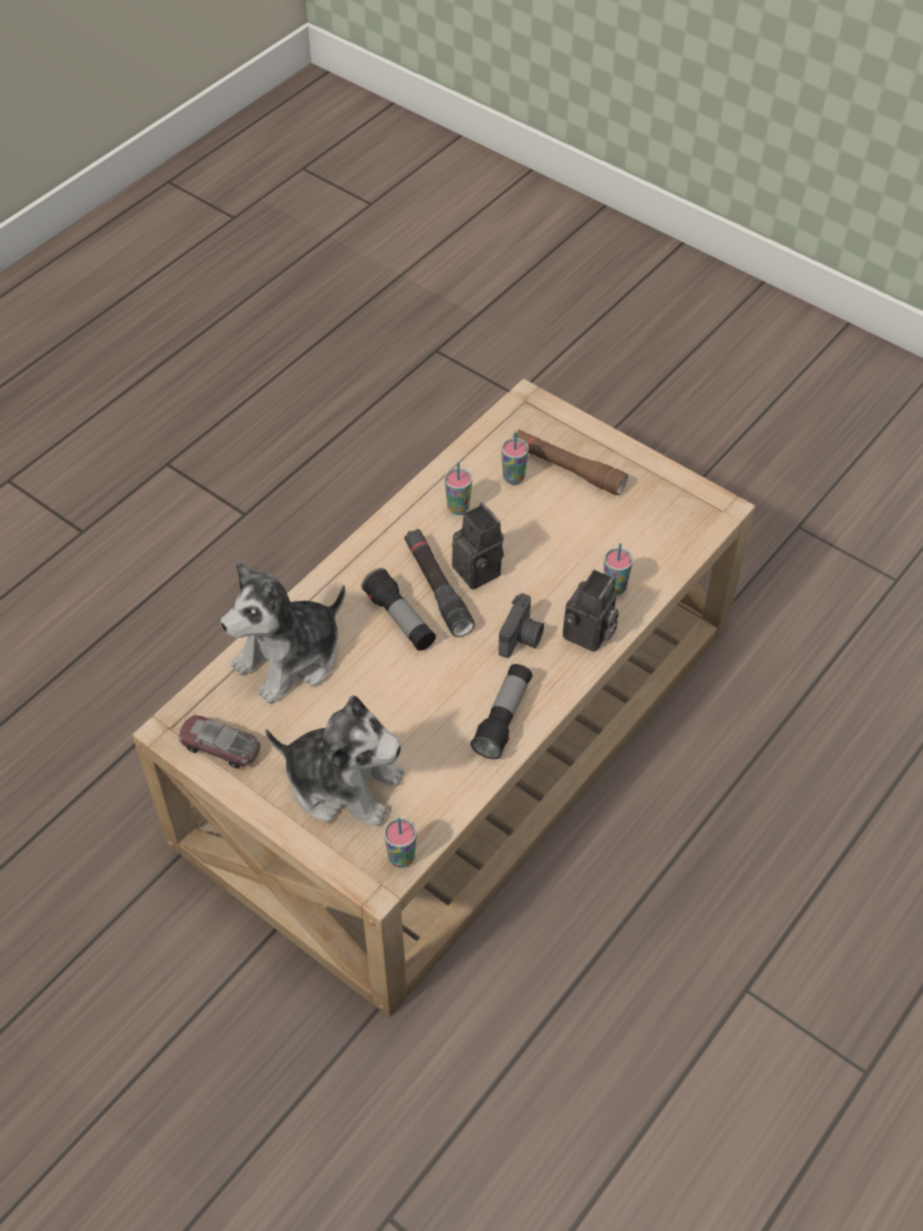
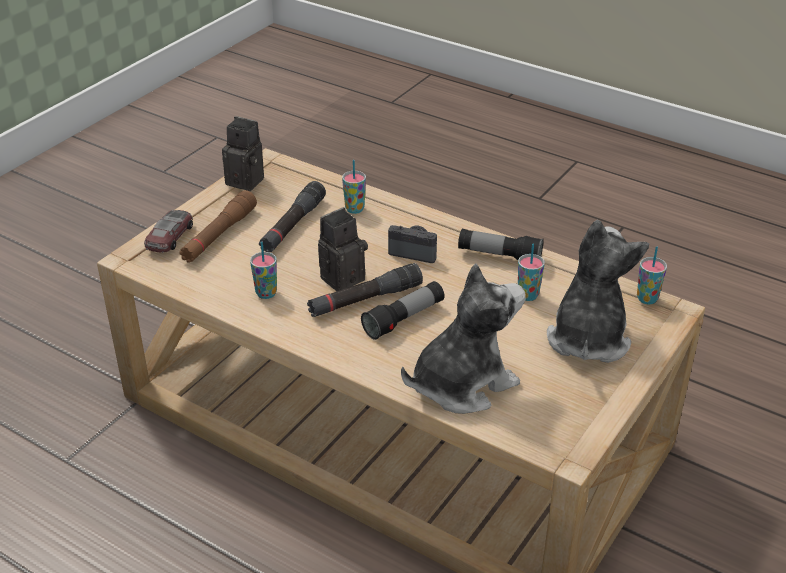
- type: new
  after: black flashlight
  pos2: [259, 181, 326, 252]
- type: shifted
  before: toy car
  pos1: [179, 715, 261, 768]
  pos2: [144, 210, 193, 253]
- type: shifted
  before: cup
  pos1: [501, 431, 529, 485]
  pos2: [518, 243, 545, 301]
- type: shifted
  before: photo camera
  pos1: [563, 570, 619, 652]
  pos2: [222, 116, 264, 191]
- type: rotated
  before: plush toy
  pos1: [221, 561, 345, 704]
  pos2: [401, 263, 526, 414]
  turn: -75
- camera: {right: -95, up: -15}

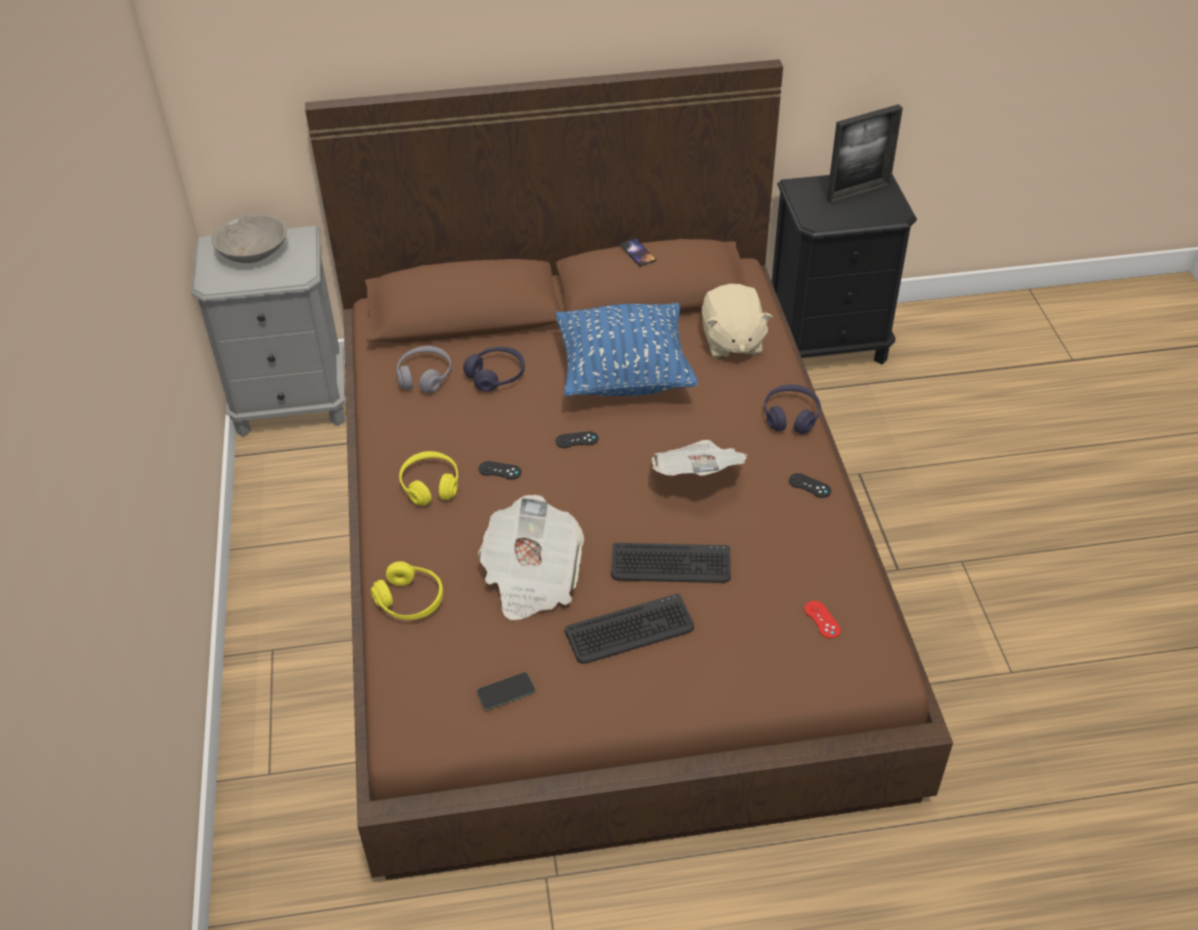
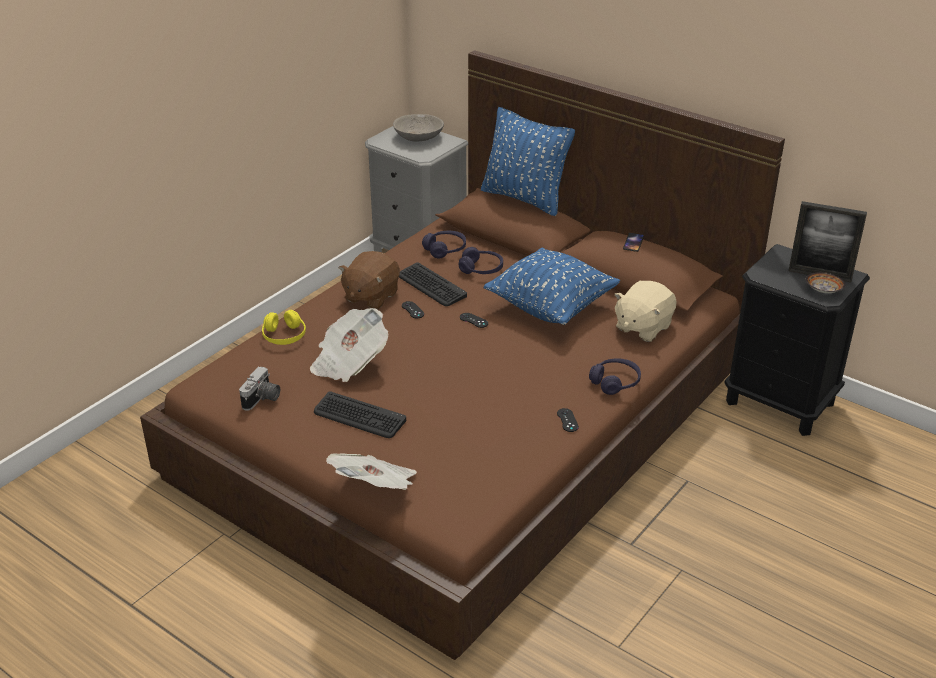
- type: gone
  before: red game controller
  pos1: [804, 601, 841, 638]
- type: new
  after: blue pillow
  pos2: [481, 107, 575, 216]
- type: new
  after: bowl
  pos2: [805, 272, 846, 293]
- type: shifted
  before: keyboard
  pos1: [611, 543, 731, 583]
  pos2: [399, 262, 467, 306]
- type: shifted
  before: newspaper
  pos1: [652, 440, 747, 476]
  pos2: [326, 453, 417, 490]
- type: swapped
  before: yellow headphones
  after: brown plush toy
  pos1: [399, 451, 458, 506]
  pos2: [338, 251, 400, 309]
- type: swapped
  before: phone
  after: photo camera
  pos1: [477, 672, 535, 710]
  pos2: [239, 367, 280, 411]
- type: repainted
  before: grey headphones
  after: purple headphones
  pos1: [397, 346, 451, 393]
  pos2: [422, 231, 466, 258]
- camera: {right: 45, up: -10}

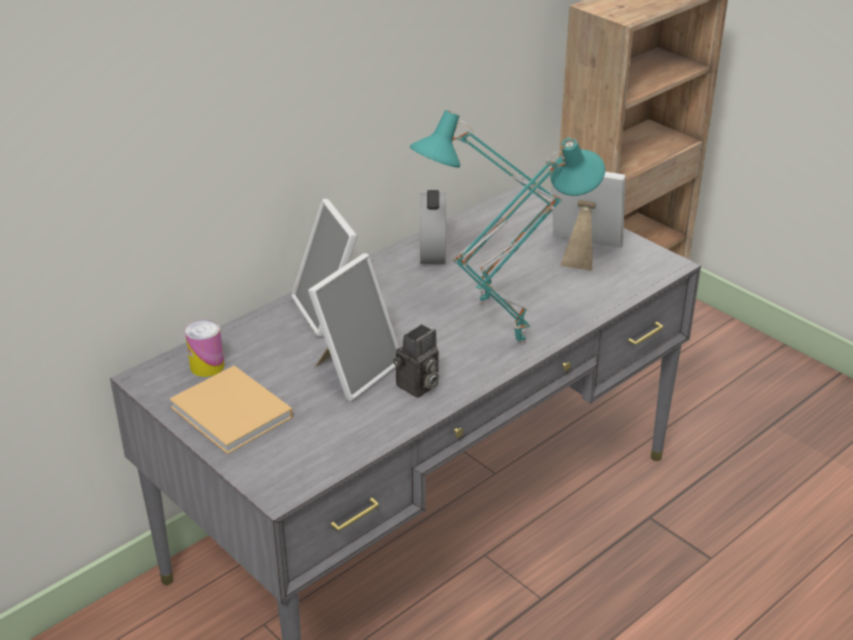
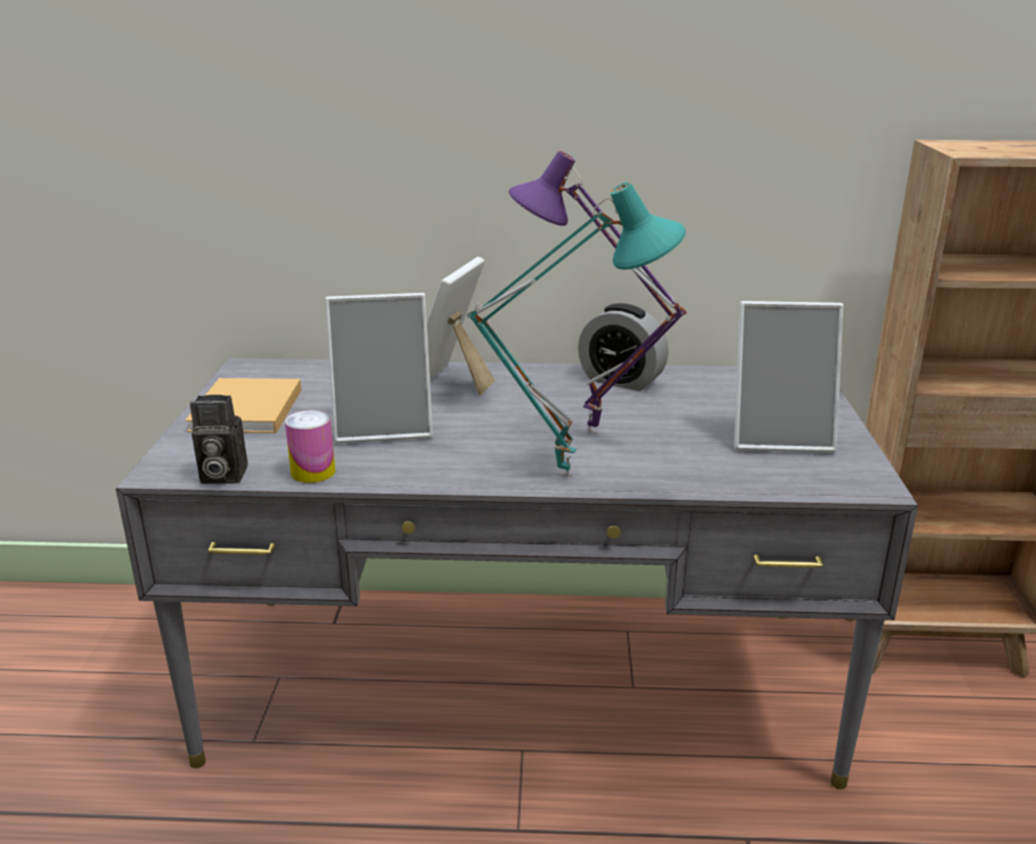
- type: shifted
  before: can
  pos1: [185, 319, 225, 377]
  pos2: [285, 410, 336, 483]
- type: shifted
  before: photo camera
  pos1: [393, 324, 439, 398]
  pos2: [190, 395, 248, 484]
- type: repainted
  before: turquoise table lamp
  after: purple table lamp
  pos1: [410, 110, 562, 305]
  pos2: [509, 151, 687, 434]
- type: rotated
  before: alarm clock
  pos1: [420, 190, 446, 264]
  pos2: [578, 303, 669, 391]
  turn: -105
- type: rotated
  before: picture frame
  pos1: [551, 166, 625, 271]
  pos2: [734, 301, 843, 453]
  turn: 120
- camera: {right: 45, up: -10}

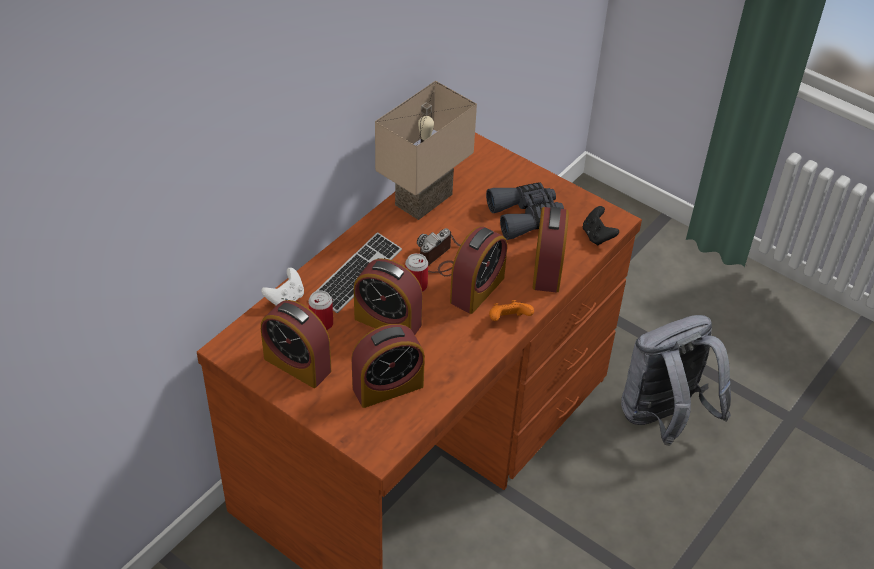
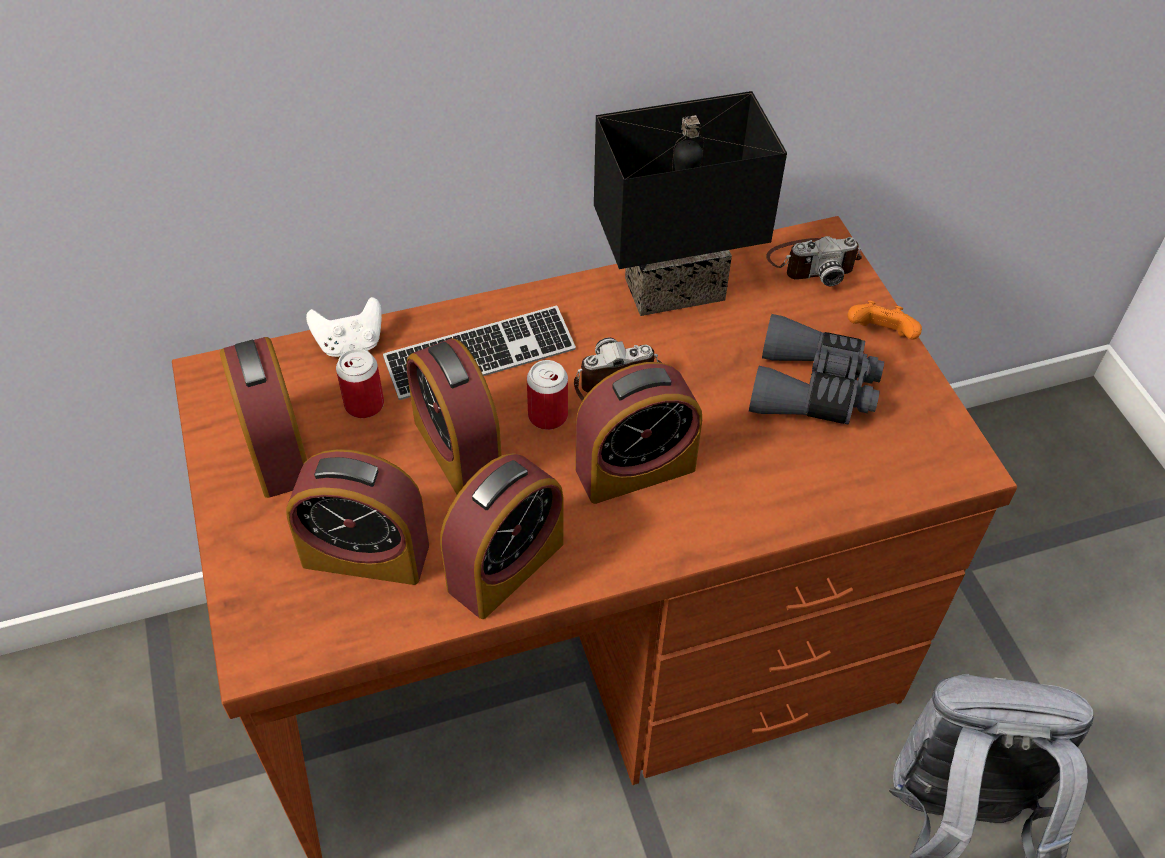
- type: gone
  before: black game controller
  pos1: [583, 206, 619, 246]
- type: new
  after: photo camera
  pos2: [766, 236, 862, 286]
- type: shifted
  before: orange game controller
  pos1: [489, 300, 534, 321]
  pos2: [847, 300, 922, 340]
- type: shifted
  before: alarm clock
  pos1: [533, 207, 569, 293]
  pos2: [440, 453, 564, 619]
- type: repainted
  before: beige table lamp
  after: black table lamp
  pos1: [375, 81, 477, 220]
  pos2: [594, 91, 787, 316]
- camera: {right: 35, up: 5}

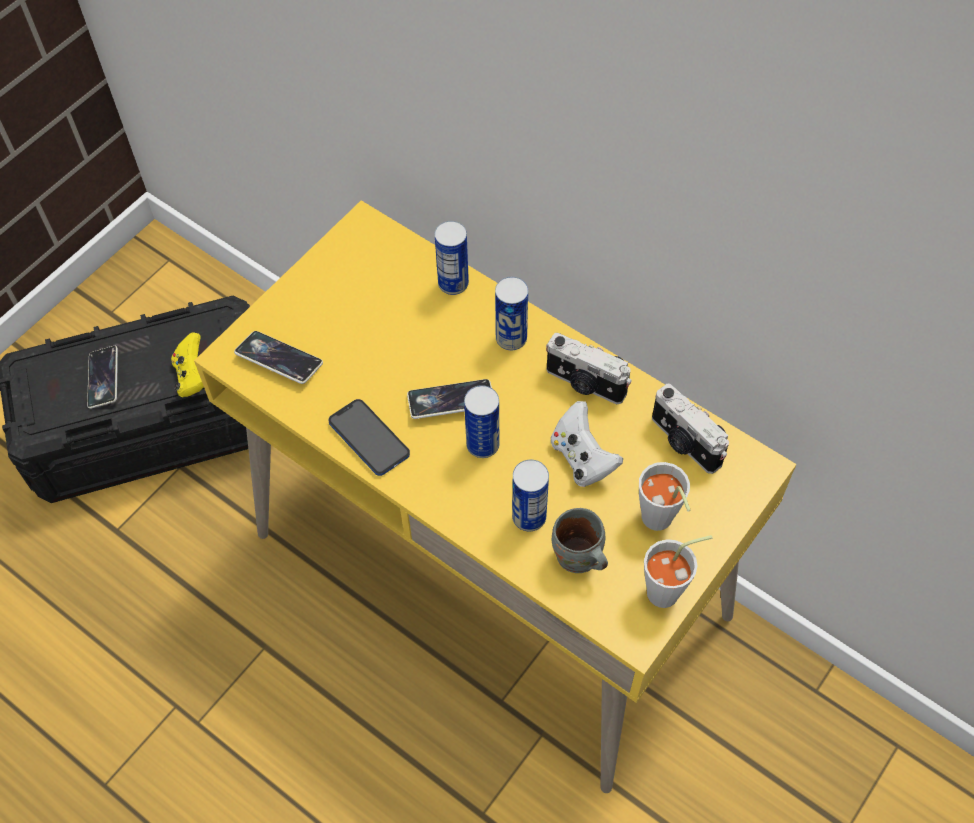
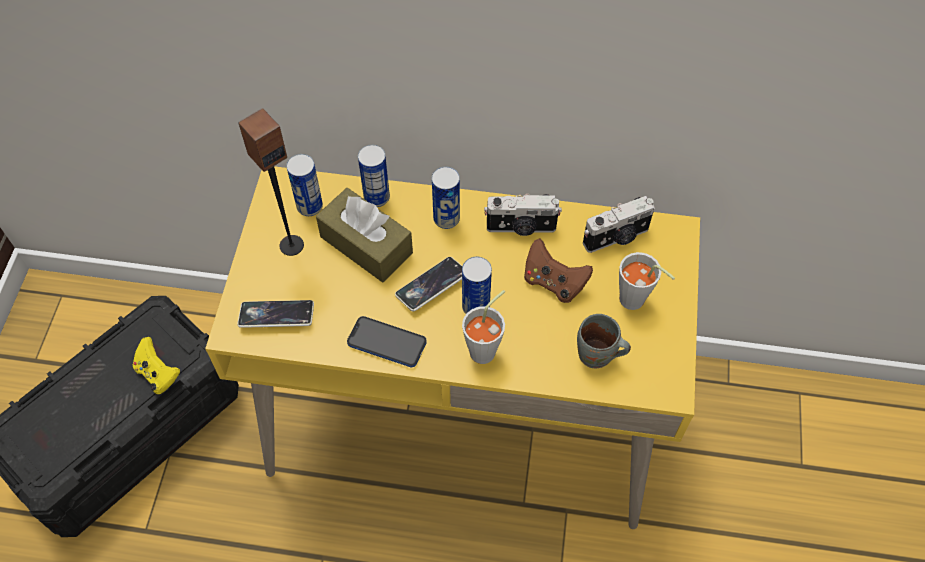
- type: gone
  before: phone
  pos1: [87, 346, 118, 409]
- type: new
  after: speaker
  pos2: [238, 108, 304, 256]
- type: new
  after: brown tissue box
  pos2: [316, 188, 413, 282]
- type: shifted
  before: can
  pos1: [512, 460, 549, 531]
  pos2: [286, 154, 323, 216]
- type: shifted
  before: grey cup
  pos1: [644, 535, 713, 608]
  pos2: [462, 290, 505, 364]
- type: repainted
  before: white game controller
  after: brown game controller
  pos1: [551, 401, 623, 487]
  pos2: [524, 238, 593, 303]
- type: rotated
  before: photo camera
  pos1: [652, 383, 729, 474]
  pos2: [583, 196, 655, 253]
  turn: -45
- camera: {right: -30, up: 0}

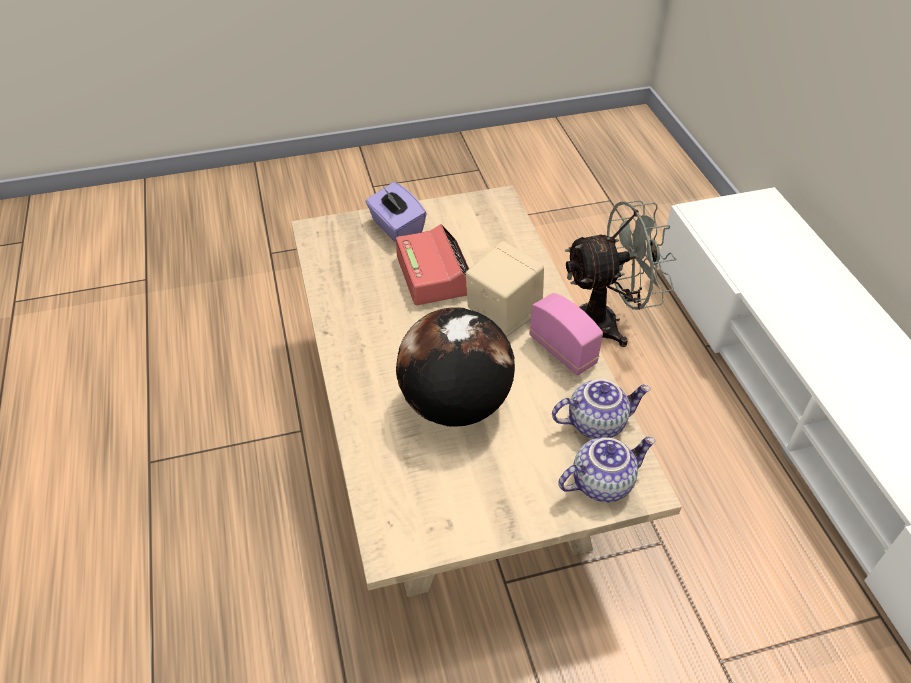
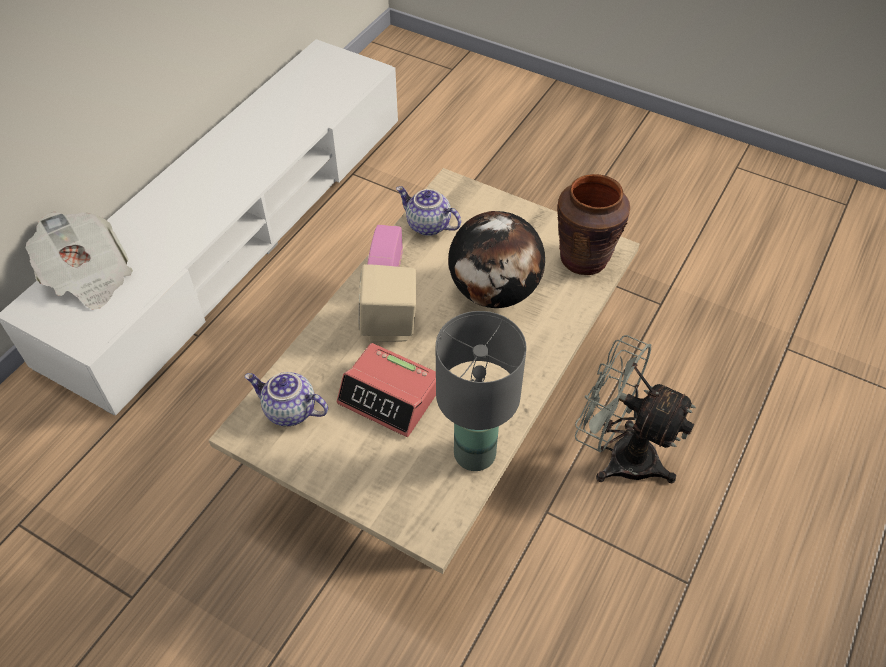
- type: gone
  before: purple tissue box
  pos1: [366, 182, 427, 243]
- type: new
  after: newspaper
  pos2: [26, 212, 133, 310]
- type: new
  after: grey table lamp
  pos2: [436, 311, 527, 471]
- type: new
  after: brown vase
  pos2: [557, 174, 630, 275]
- type: shifted
  before: teapot
  pos1: [558, 437, 655, 502]
  pos2: [245, 372, 328, 426]
- type: shifted
  before: grey fan
  pos1: [565, 200, 677, 347]
  pos2: [575, 335, 696, 483]
- type: rotated
  before: alarm clock
  pos1: [396, 224, 469, 305]
  pos2: [337, 343, 436, 437]
  turn: -90
- camera: {right: -135, up: 5}

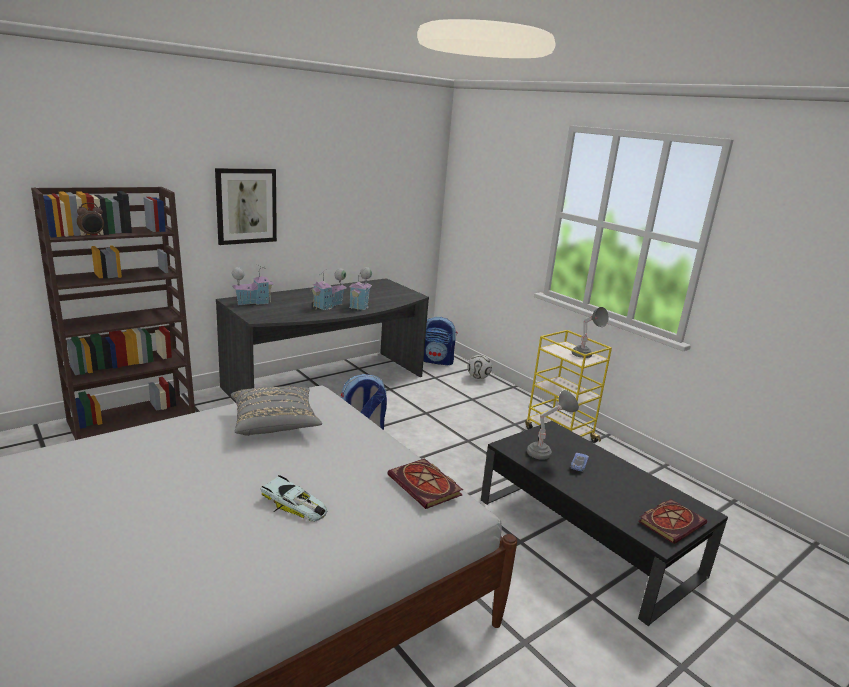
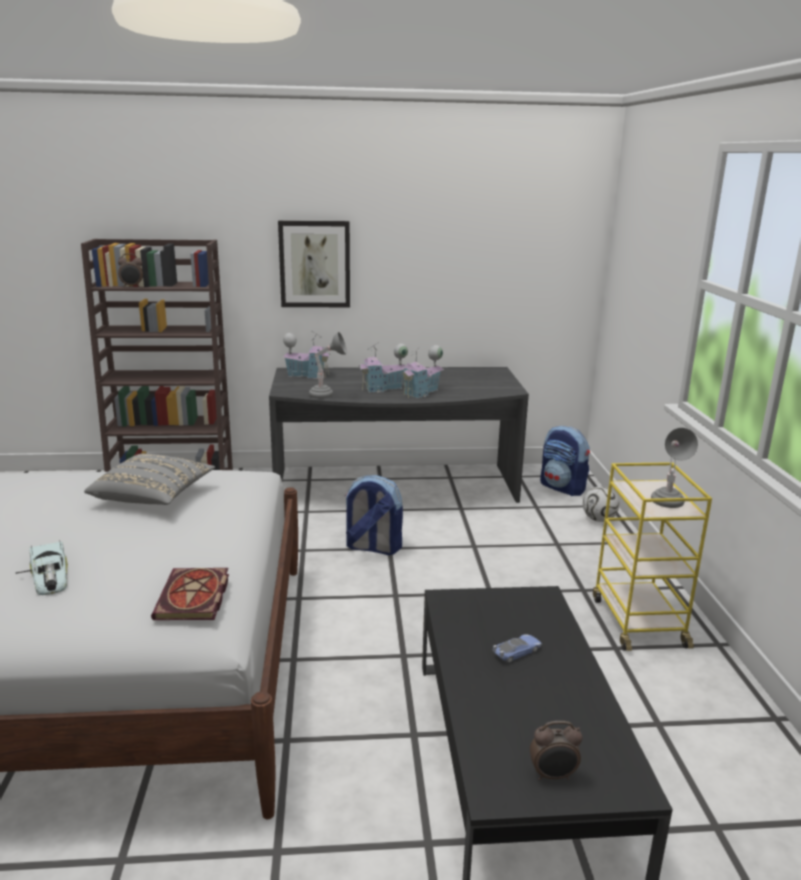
- type: shifted
  before: grey table lamp
  pos1: [527, 390, 579, 460]
  pos2: [309, 332, 347, 398]
- type: swapped
  before: book
  after: alarm clock
  pos1: [638, 499, 707, 544]
  pos2: [530, 721, 582, 780]
- camera: {right: 35, up: 0}

